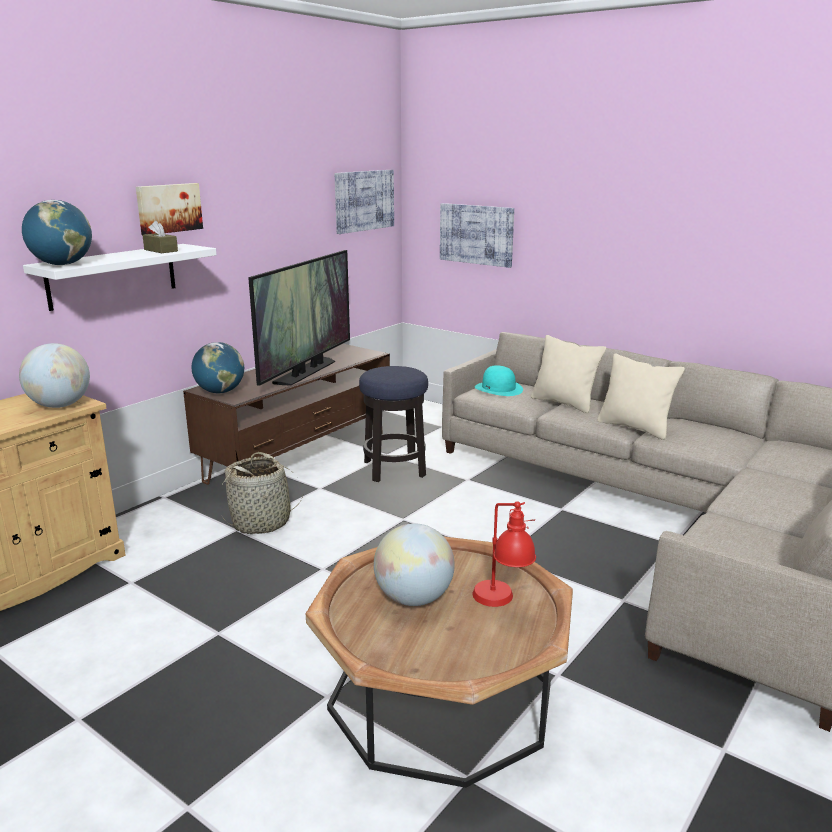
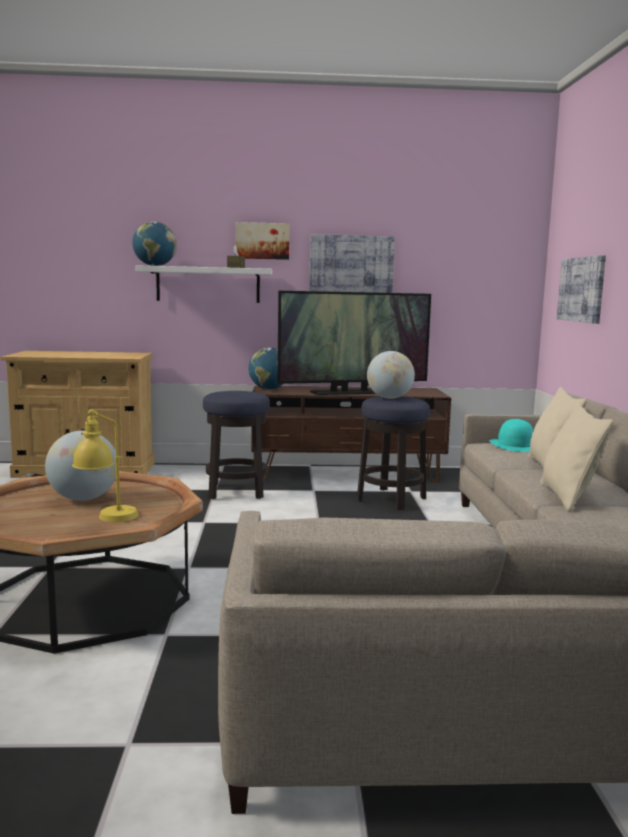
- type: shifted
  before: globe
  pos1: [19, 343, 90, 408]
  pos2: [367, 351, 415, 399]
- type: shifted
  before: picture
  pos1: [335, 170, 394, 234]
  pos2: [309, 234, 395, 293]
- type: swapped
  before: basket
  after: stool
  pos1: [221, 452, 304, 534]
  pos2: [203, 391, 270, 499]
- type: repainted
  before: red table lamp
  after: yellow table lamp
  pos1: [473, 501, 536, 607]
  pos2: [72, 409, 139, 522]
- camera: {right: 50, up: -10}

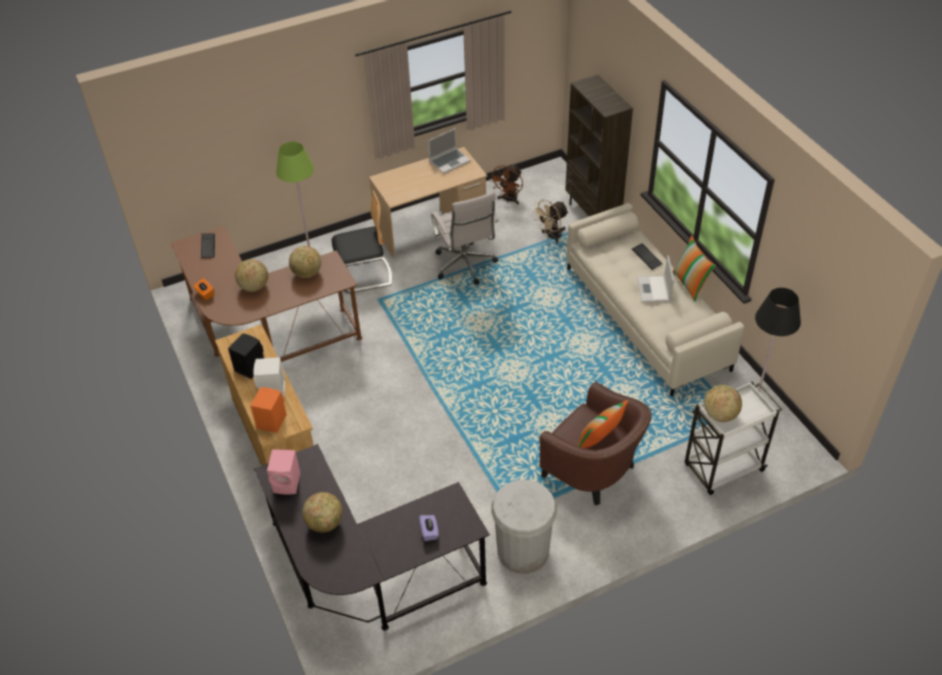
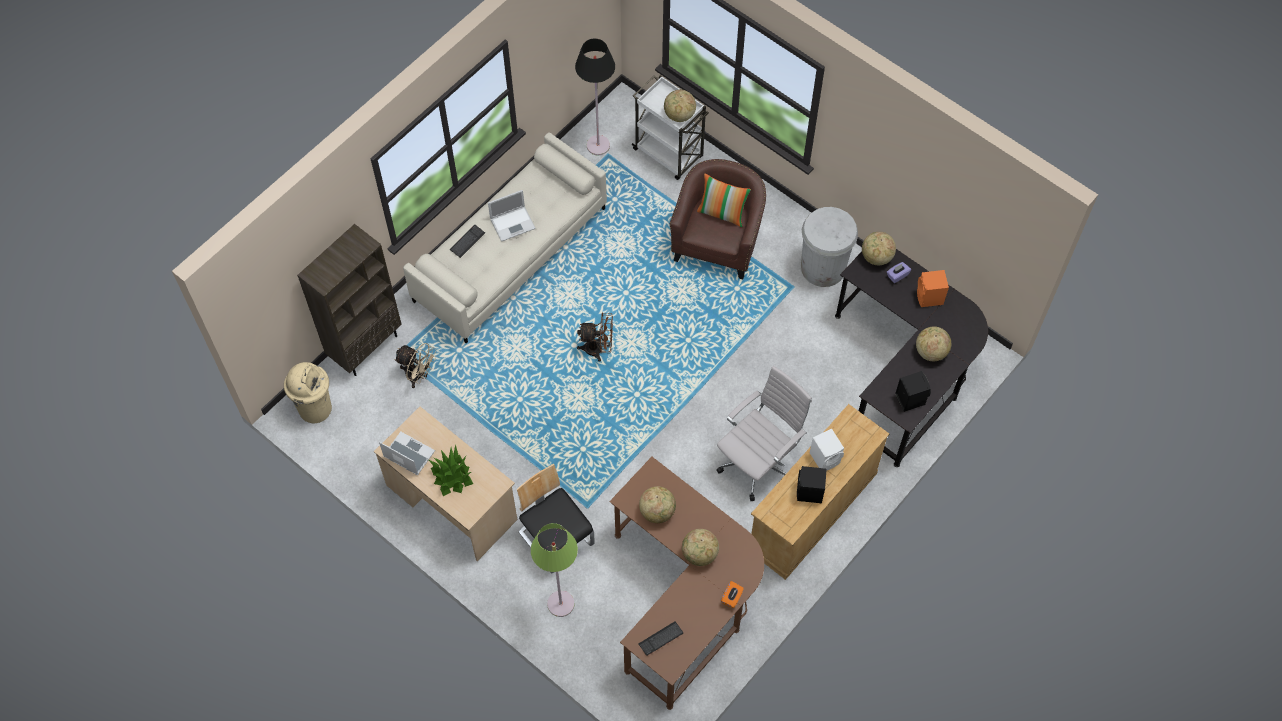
- type: gone
  before: pillow
  pos1: [672, 236, 716, 302]
- type: new
  after: beige trash can
  pos2: [284, 362, 332, 423]
- type: new
  after: potted plant
  pos2: [429, 445, 473, 496]
- type: new
  after: globe
  pos2: [862, 232, 896, 265]
- type: shifted
  before: orange speaker
  pos1: [250, 387, 287, 433]
  pos2: [917, 270, 949, 307]
- type: shifted
  before: white office chair
  pos1: [431, 192, 499, 285]
  pos2: [716, 366, 812, 501]
- type: shifted
  before: brown fan
  pos1: [489, 164, 523, 205]
  pos2: [577, 313, 613, 361]
- type: repainted
  before: pink speaker
  after: black speaker
  pos1: [267, 449, 301, 494]
  pos2: [895, 371, 931, 412]
- camera: {right: -115, up: 15}

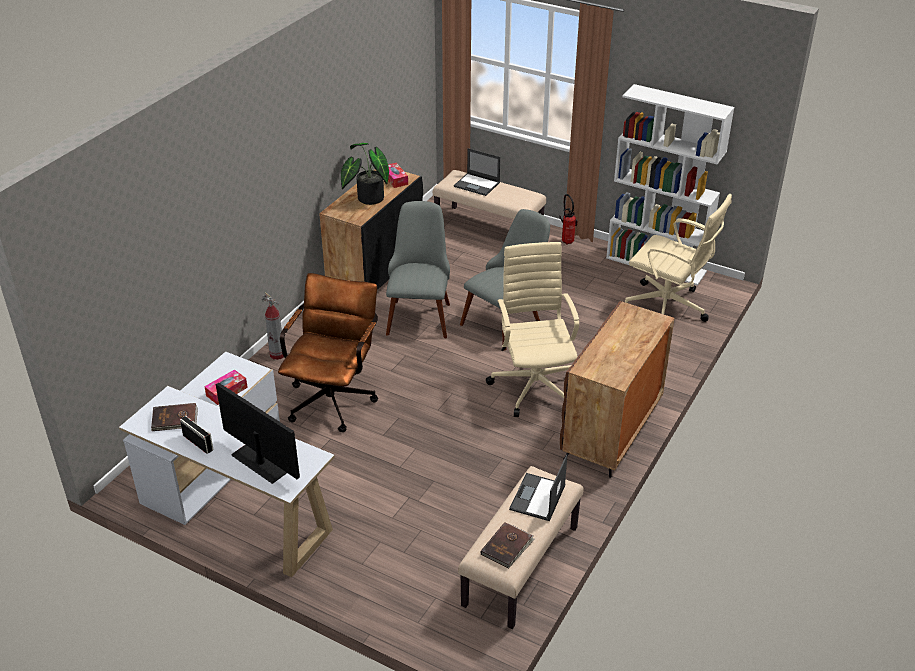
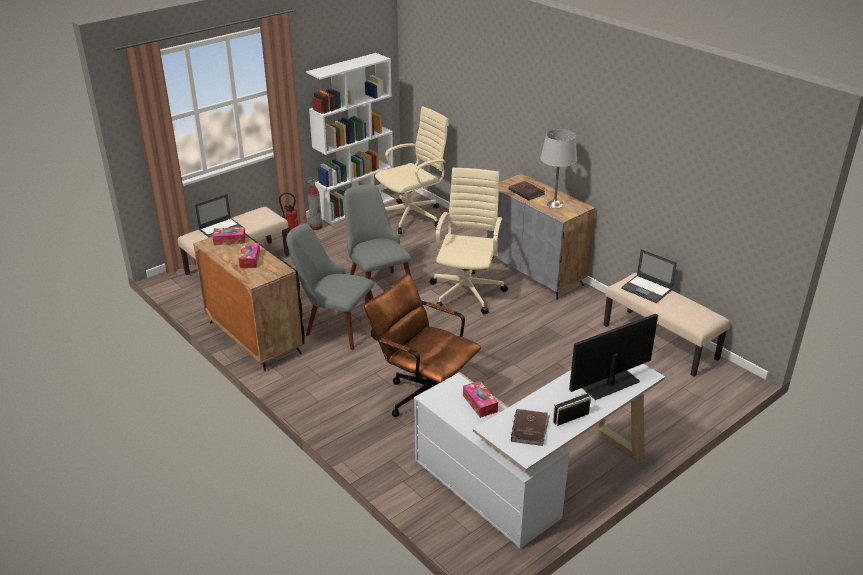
- type: new
  after: grey table lamp
  pos2: [540, 129, 577, 209]
- type: shifted
  before: fire extinguisher
  pos1: [262, 292, 284, 360]
  pos2: [305, 177, 322, 230]
- type: shifted
  before: brown book
  pos1: [481, 522, 535, 568]
  pos2: [509, 181, 545, 201]
- type: swapped
  before: potted plant
  after: tissue box
  pos1: [341, 143, 389, 205]
  pos2: [239, 243, 260, 268]
- type: repainted
  before: brown cabinet
  after: grey cabinet
  pos1: [560, 301, 675, 478]
  pos2: [487, 174, 595, 300]
- type: rotated
  before: beige office chair
  pos1: [486, 242, 579, 417]
  pos2: [430, 168, 508, 314]
  turn: 90
- camera: {right: -70, up: -5}

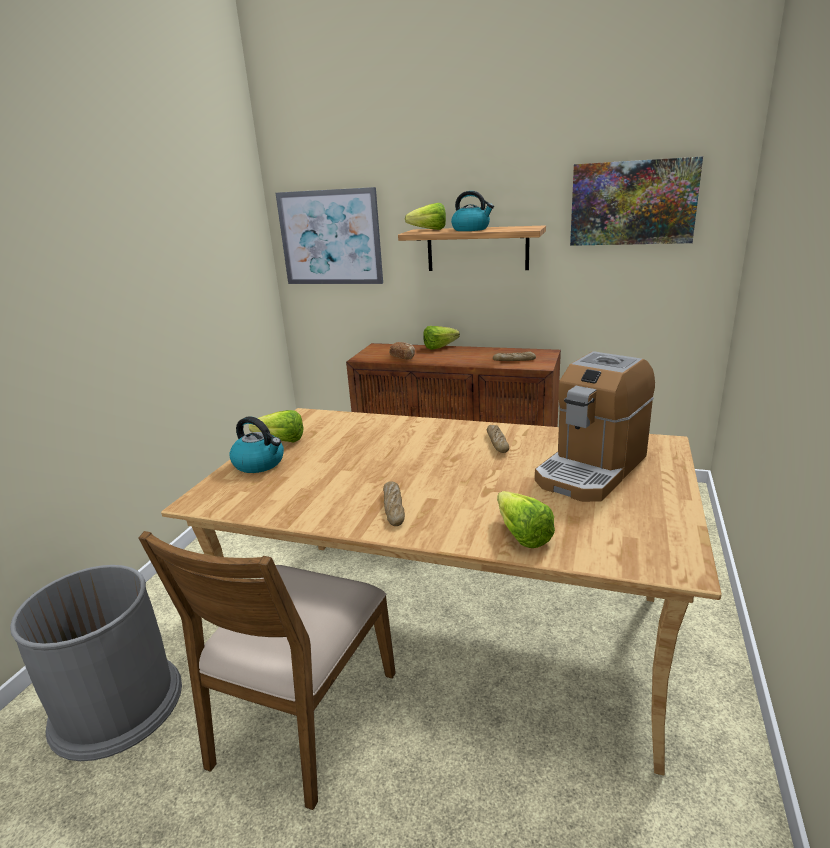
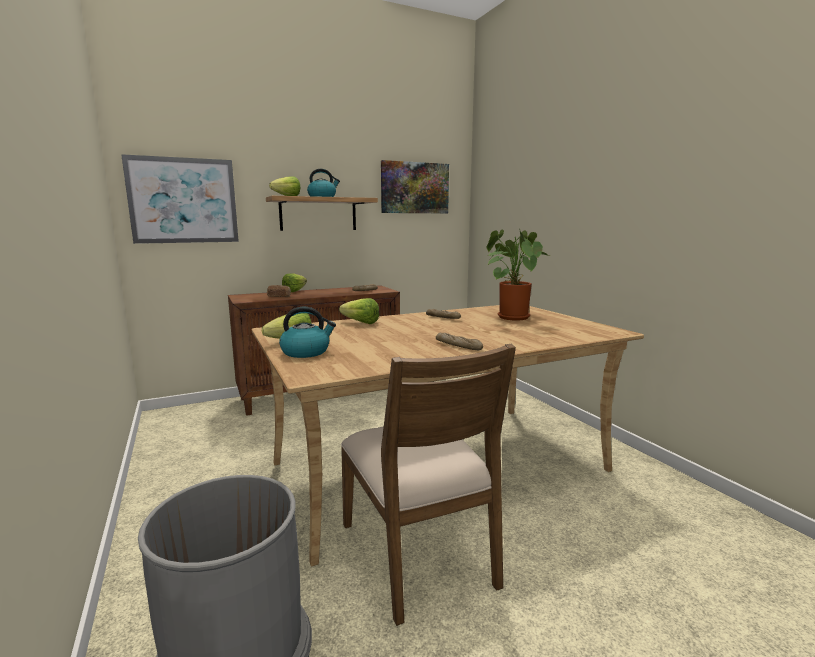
- type: shifted
  before: lettuce
  pos1: [497, 491, 555, 548]
  pos2: [339, 298, 379, 324]
- type: swapped
  before: coffee machine
  after: potted plant
  pos1: [535, 351, 655, 502]
  pos2: [487, 229, 549, 321]
- camera: {right: -45, up: -10}

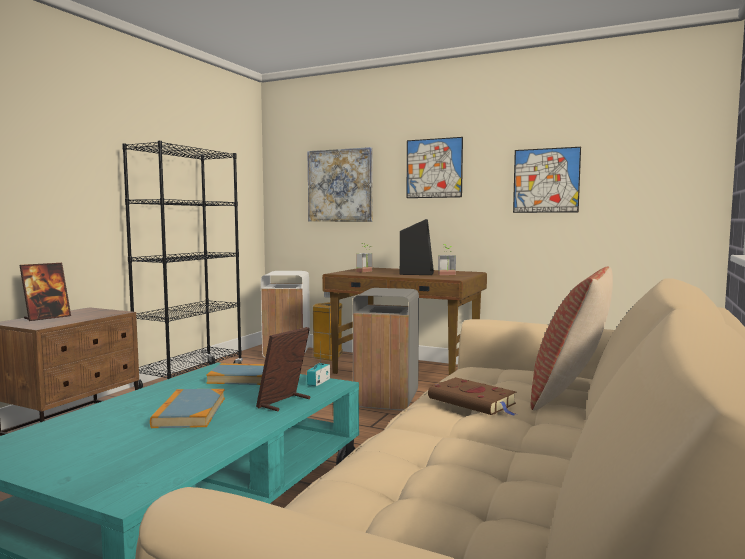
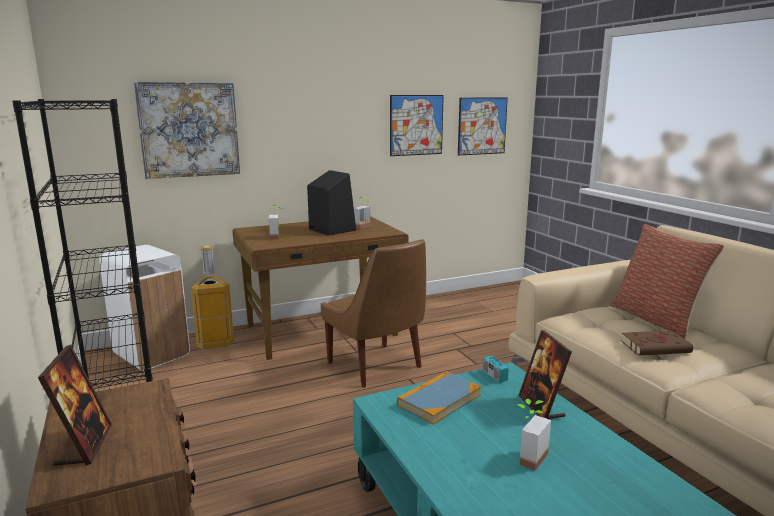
- type: shifted
  before: picture
  pos1: [406, 137, 463, 198]
  pos2: [458, 98, 508, 156]
- type: swapped
  before: book
  after: potted plant
  pos1: [150, 389, 225, 428]
  pos2: [516, 399, 551, 471]
- type: swapped
  before: grey trash can
  after: brown chair
  pos1: [353, 288, 419, 411]
  pos2: [321, 239, 426, 388]
- camera: {right: -50, up: 10}

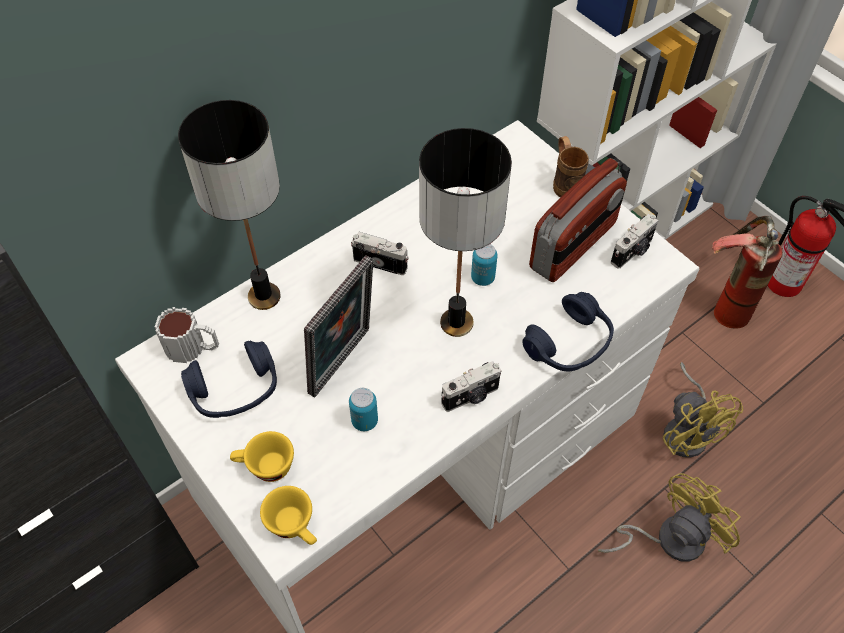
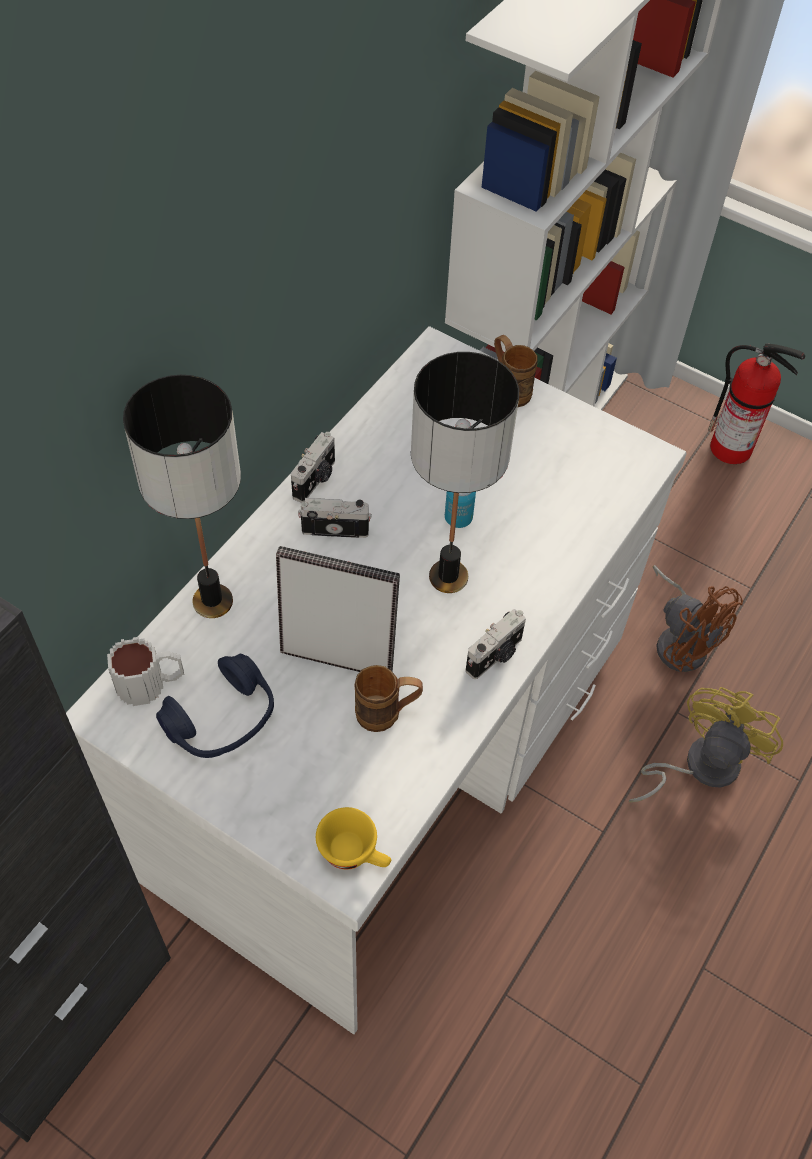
- type: gone
  before: yellow cup
  pos1: [230, 431, 294, 482]
- type: gone
  before: blue headphones
  pos1: [523, 292, 614, 371]
- type: gone
  before: radio
  pos1: [529, 158, 627, 282]
- type: gone
  before: fire extinguisher
  pos1: [712, 216, 783, 329]
- type: shifted
  before: photo camera
  pos1: [611, 214, 658, 269]
  pos2: [291, 432, 335, 503]
- type: swapped
  before: can
  after: brown mug
  pos1: [349, 388, 378, 431]
  pos2: [354, 665, 423, 732]
- type: repainted
  before: yellow fan
  after: brown fan
  pos1: [663, 362, 743, 458]
  pos2: [653, 565, 743, 672]
- type: rotated
  before: picture frame
  pos1: [304, 255, 374, 398]
  pos2: [276, 546, 400, 672]
  turn: -90
- camera: {right: -20, up: 0}

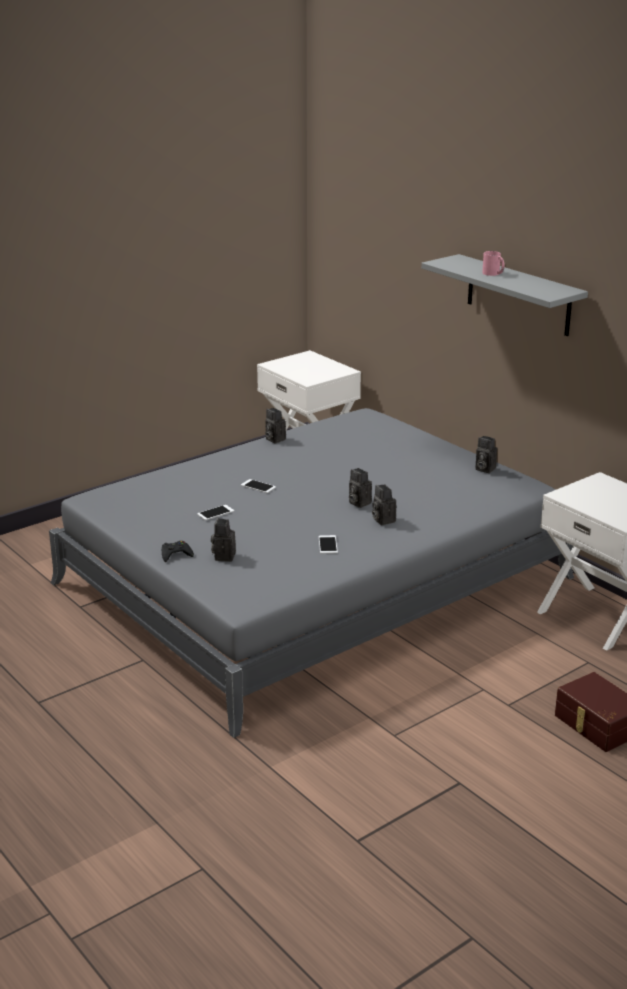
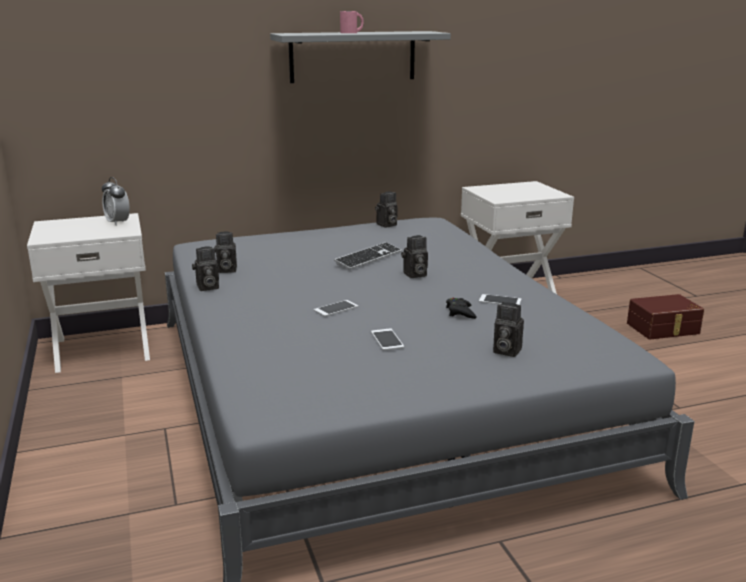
- type: new
  after: alarm clock
  pos2: [102, 177, 130, 226]
- type: new
  after: keyboard
  pos2: [334, 242, 402, 269]
- type: shifted
  before: black game controller
  pos1: [162, 541, 194, 562]
  pos2: [446, 298, 477, 319]
- type: shifted
  before: photo camera
  pos1: [372, 484, 396, 525]
  pos2: [214, 231, 237, 273]
- camera: {right: -70, up: -5}

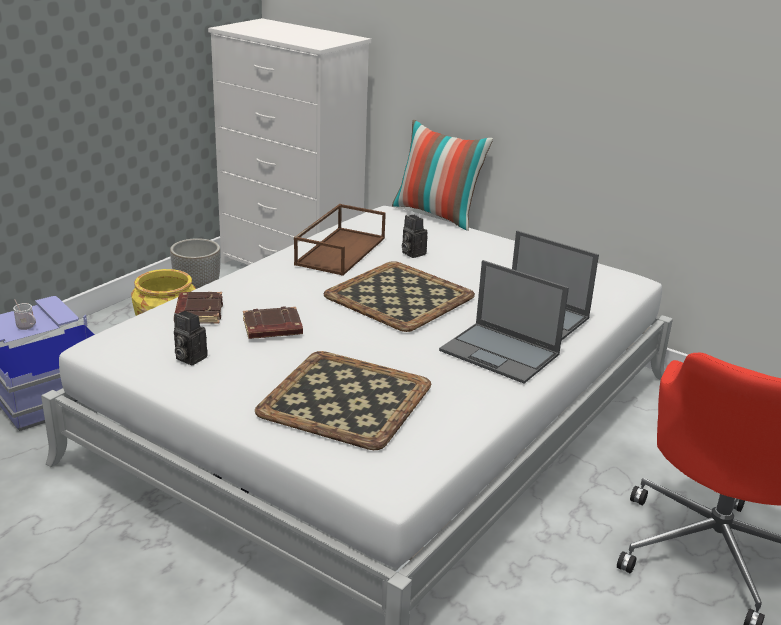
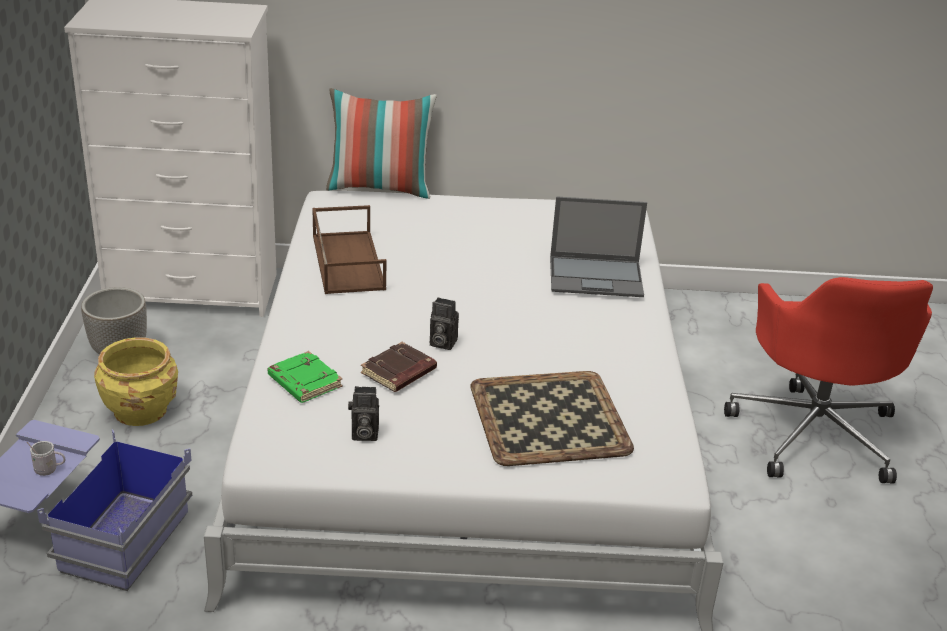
- type: gone
  before: tray
  pos1: [324, 261, 475, 332]
- type: gone
  before: laptop
  pos1: [439, 260, 569, 384]
- type: shifted
  before: photo camera
  pos1: [402, 215, 427, 258]
  pos2: [430, 297, 459, 350]
- type: repainted
  before: brown book
  after: green book
  pos1: [175, 292, 223, 324]
  pos2: [268, 351, 343, 403]
- camera: {right: -35, up: 5}

